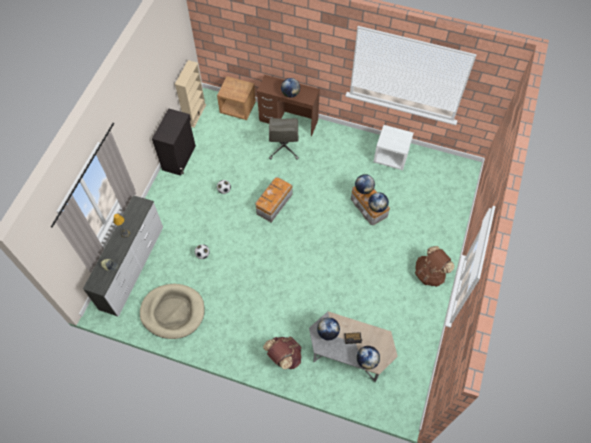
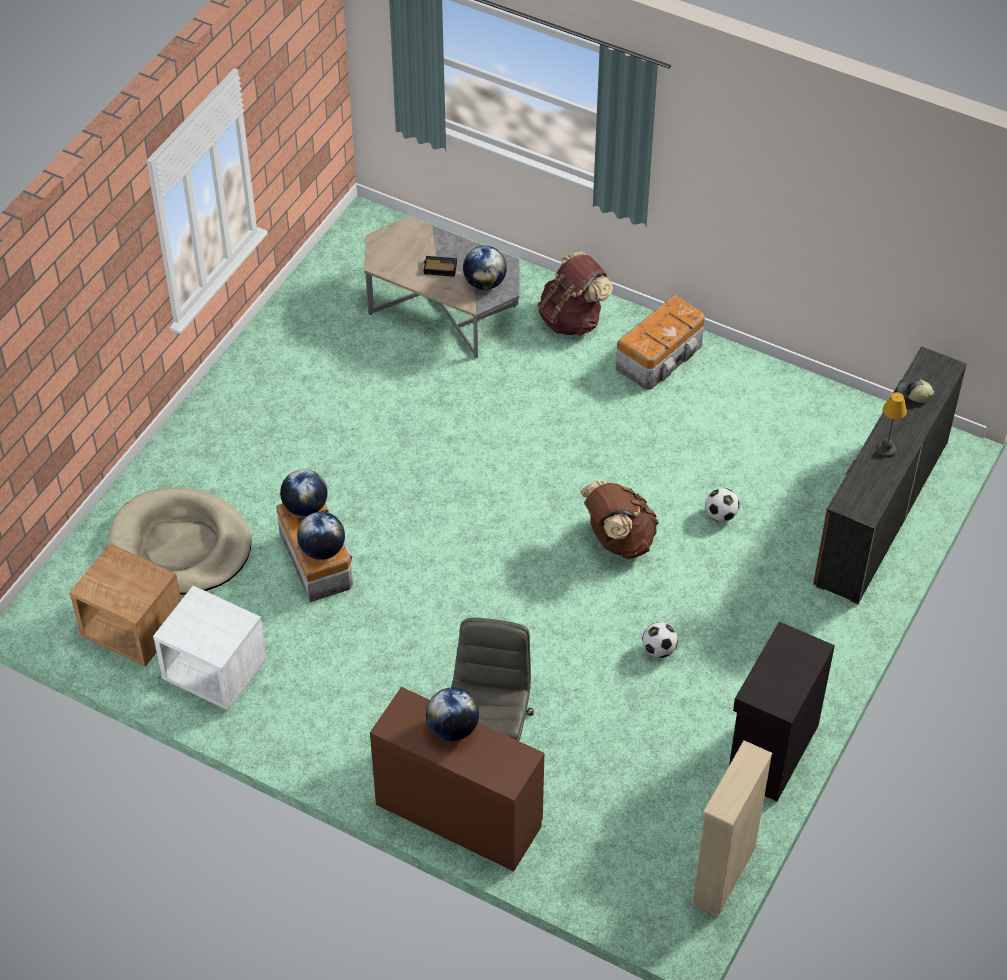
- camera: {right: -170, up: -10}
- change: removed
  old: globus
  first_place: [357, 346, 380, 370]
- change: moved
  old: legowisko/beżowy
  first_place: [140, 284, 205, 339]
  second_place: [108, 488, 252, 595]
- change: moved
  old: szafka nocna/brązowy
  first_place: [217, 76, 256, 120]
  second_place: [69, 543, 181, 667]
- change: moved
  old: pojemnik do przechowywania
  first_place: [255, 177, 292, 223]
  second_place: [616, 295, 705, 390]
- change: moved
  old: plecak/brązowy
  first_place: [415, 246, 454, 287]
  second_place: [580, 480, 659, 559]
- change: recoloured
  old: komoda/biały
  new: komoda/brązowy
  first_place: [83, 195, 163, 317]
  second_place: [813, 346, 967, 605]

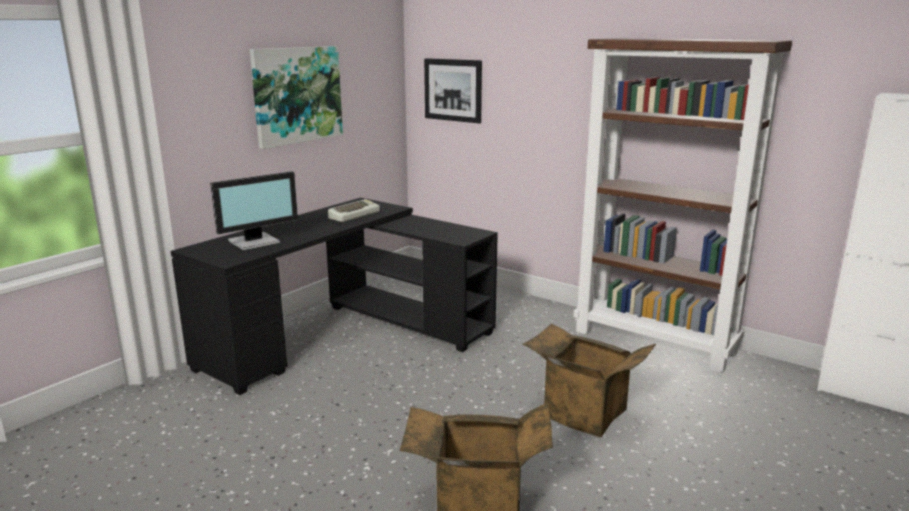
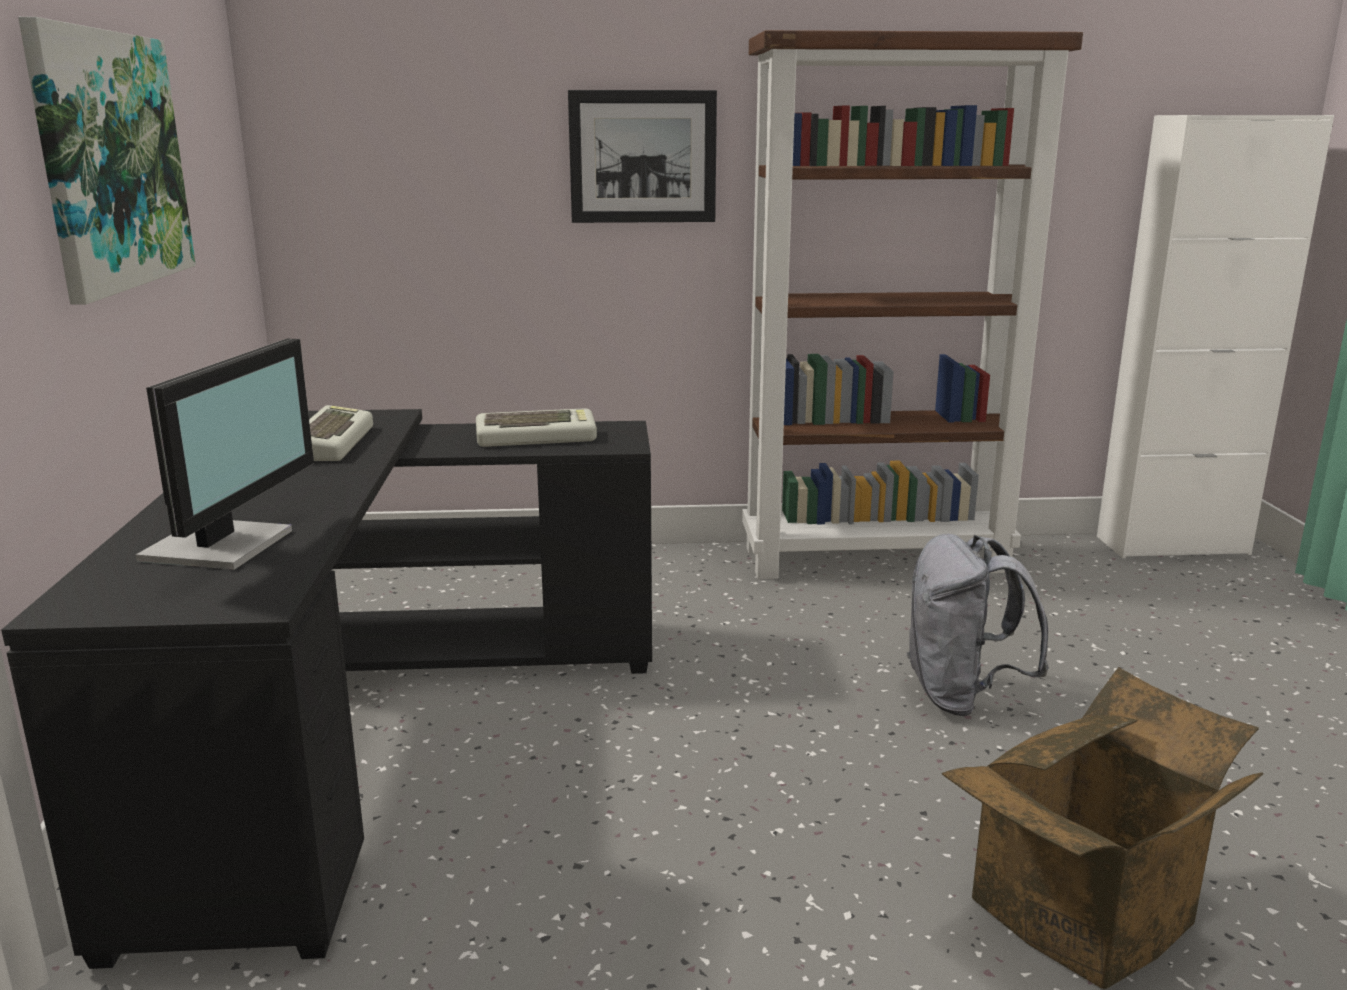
- camera: {right: -40, up: 0}
- change: added
  new: klawiatura
  second_place: [476, 408, 597, 447]
- change: moved
  old: obraz
  first_place: [424, 58, 482, 124]
  second_place: [568, 90, 717, 223]
- change: replaced
  old: karton
  new: plecak/szary
  first_place: [522, 324, 656, 437]
  second_place: [906, 534, 1049, 716]

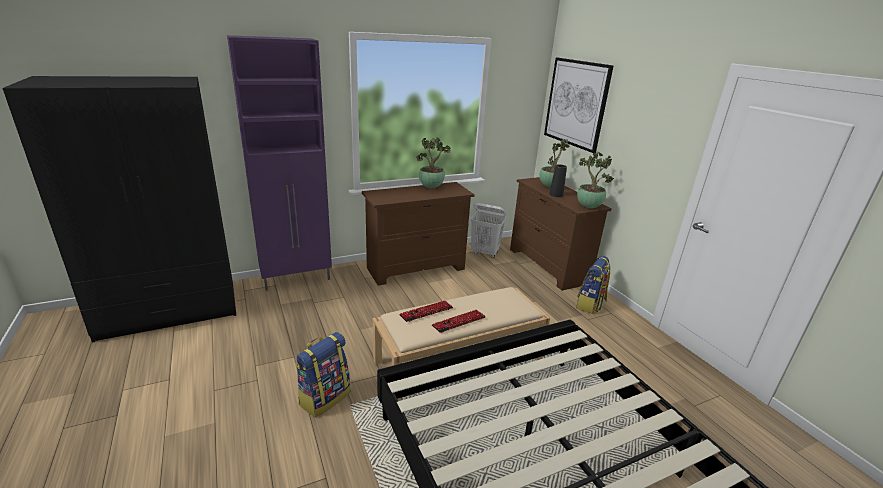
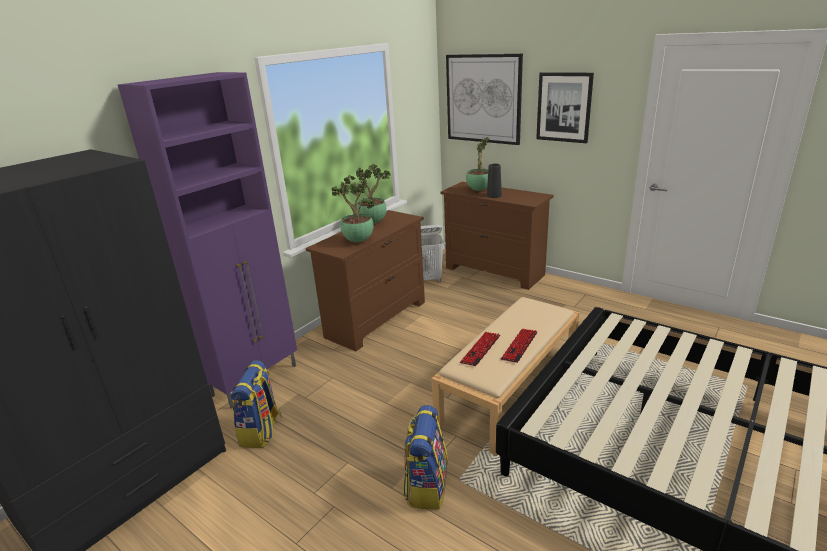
- camera: {right: -25, up: 0}
- change: added
  new: obraz
  second_place: [536, 72, 594, 143]
- change: moved
  old: plecak
  first_place: [576, 256, 610, 314]
  second_place: [231, 360, 282, 448]
- change: moved
  old: roślina doniczkowa
  first_place: [577, 152, 614, 208]
  second_place: [331, 175, 376, 242]

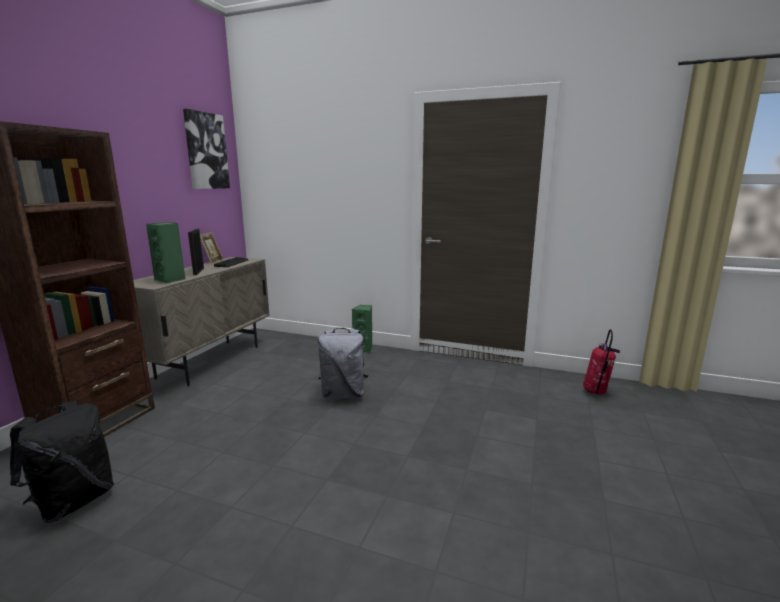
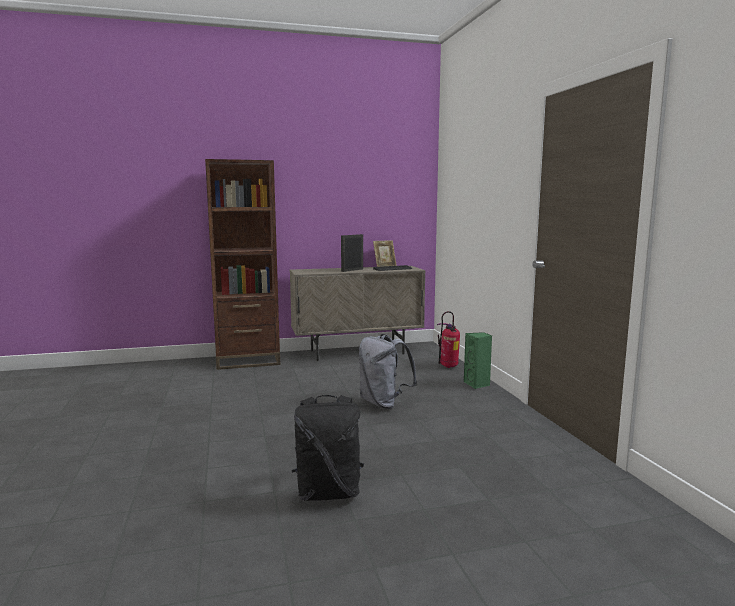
- camera: {right: 55, up: -5}
- change: removed
  old: głośnik/zielony
  first_place: [146, 222, 185, 283]
- change: removed
  old: obraz
  first_place: [183, 109, 230, 189]
- change: moved
  old: plecak/czarny
  first_place: [10, 401, 114, 523]
  second_place: [292, 395, 364, 501]
- change: moved
  old: gaśnica
  first_place: [583, 329, 620, 395]
  second_place: [437, 311, 460, 368]

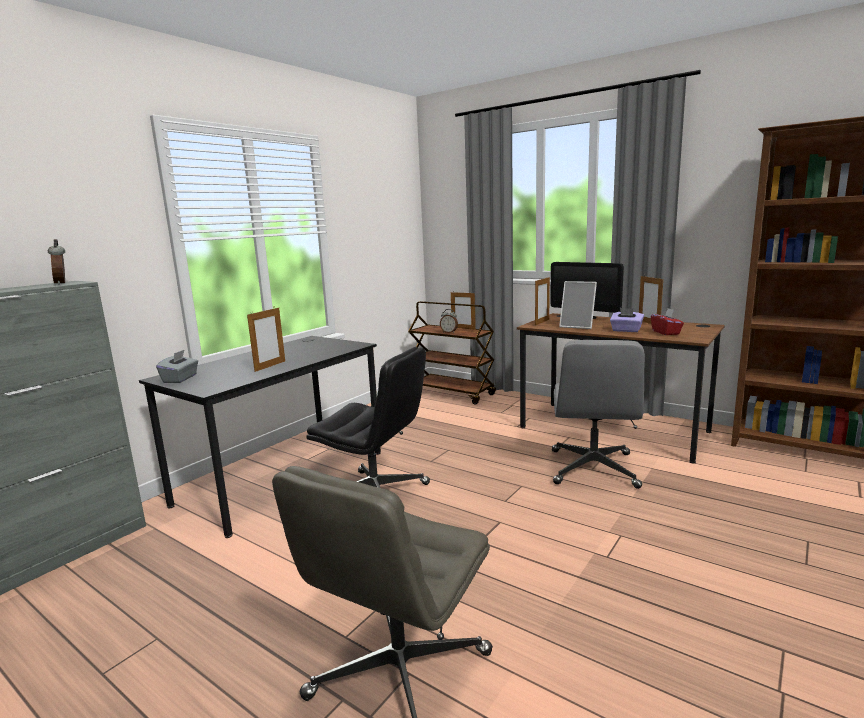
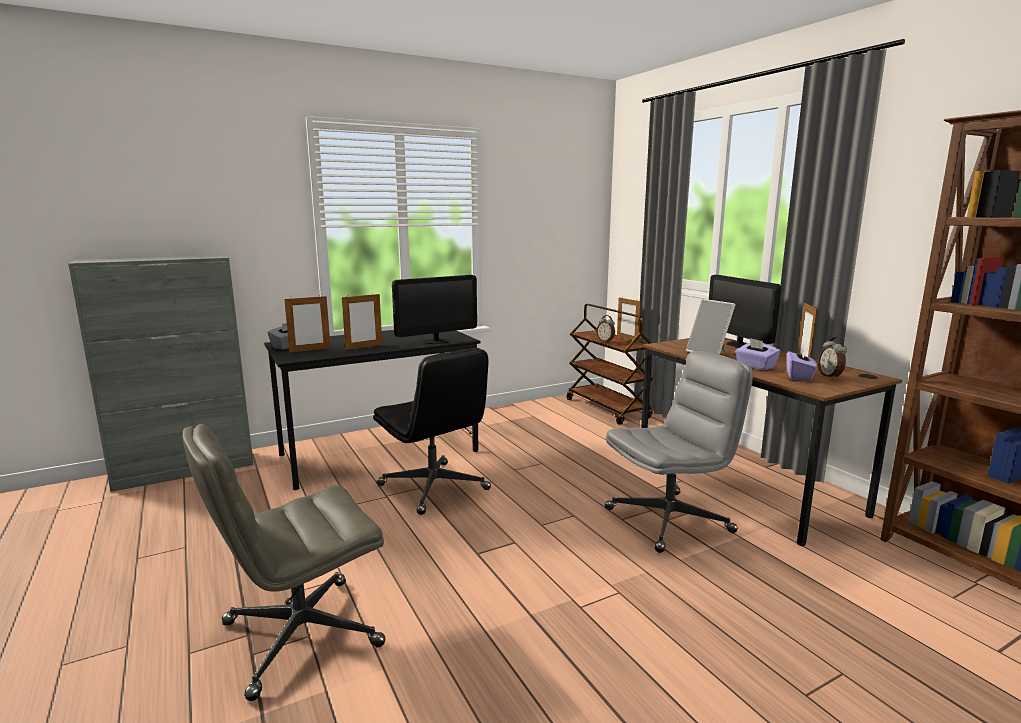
- camera: {right: 25, up: 0}
- change: added
  new: monitor
  second_place: [392, 275, 477, 344]
- change: moved
  old: budzik
  first_place: [48, 239, 65, 285]
  second_place: [818, 337, 847, 379]
- change: moved
  old: ramka na zdjęcie
  first_place: [535, 276, 550, 325]
  second_place: [284, 296, 331, 352]
- change: recoloured
  old: pudełko chusteczek/czerwony
  new: pudełko chusteczek/fioletowy
  first_place: [651, 308, 684, 335]
  second_place: [787, 347, 817, 381]
- change: turned
  old: krzesło biurowe/szary
  first_place: [552, 340, 645, 489]
  second_place: [605, 351, 753, 553]
  degrees: -150

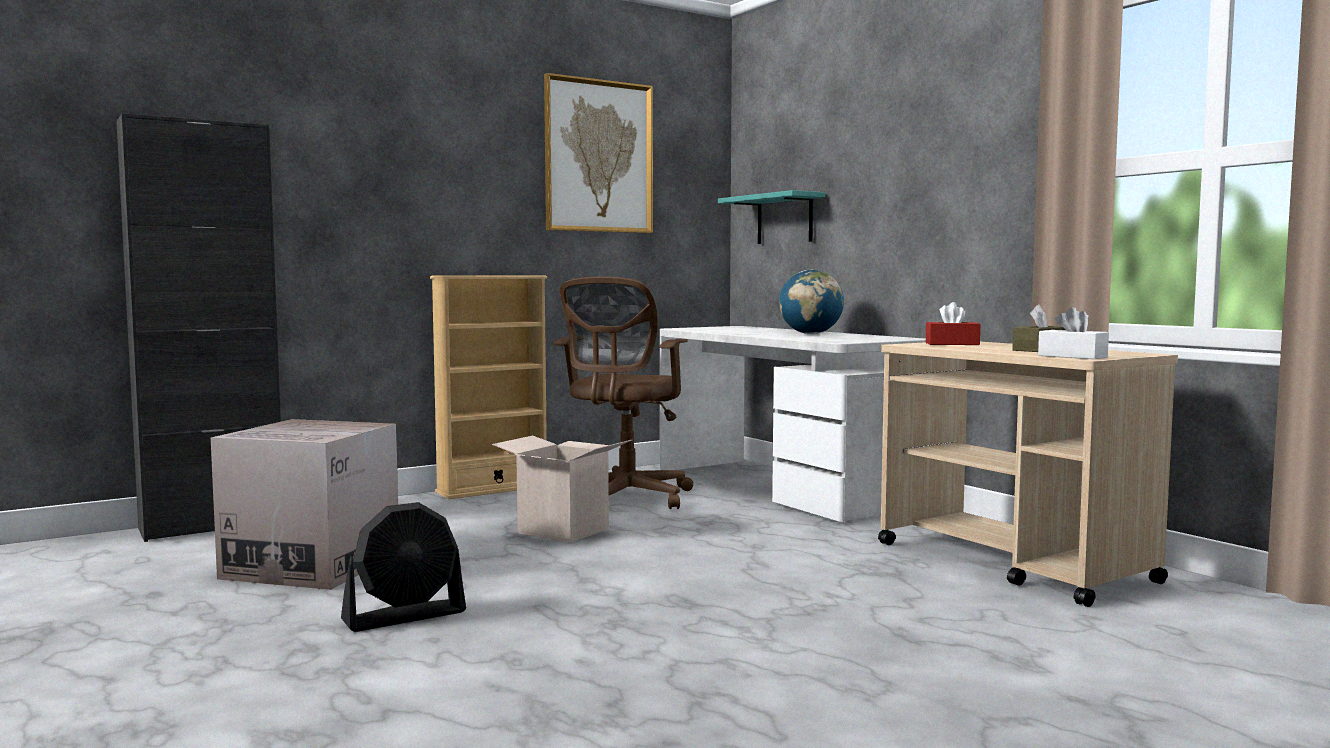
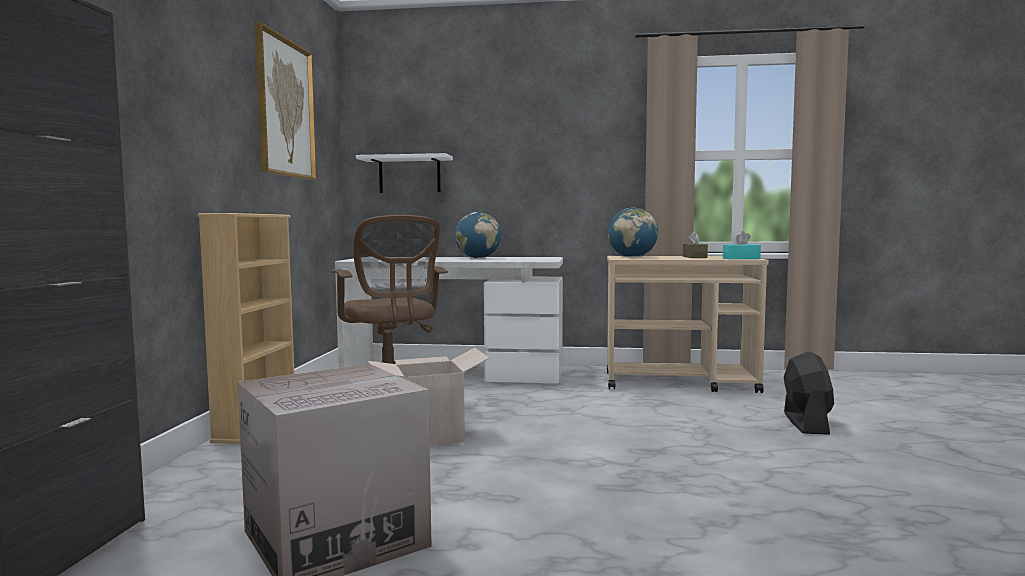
- camera: {right: -50, up: 0}
- change: moved
  old: wentylator/czarny
  first_place: [341, 502, 466, 632]
  second_place: [784, 351, 834, 435]
- change: replaced
  old: pudełko chusteczek/czerwony
  new: globus
  first_place: [926, 302, 981, 345]
  second_place: [608, 208, 658, 257]
- change: recoloured
  old: półka/turkusowy
  new: półka/biały
  first_place: [718, 190, 825, 244]
  second_place: [356, 153, 453, 193]
- change: recoloured
  old: pudełko chusteczek/biały
  new: pudełko chusteczek/turkusowy
  first_place: [1038, 307, 1109, 359]
  second_place: [723, 231, 761, 259]

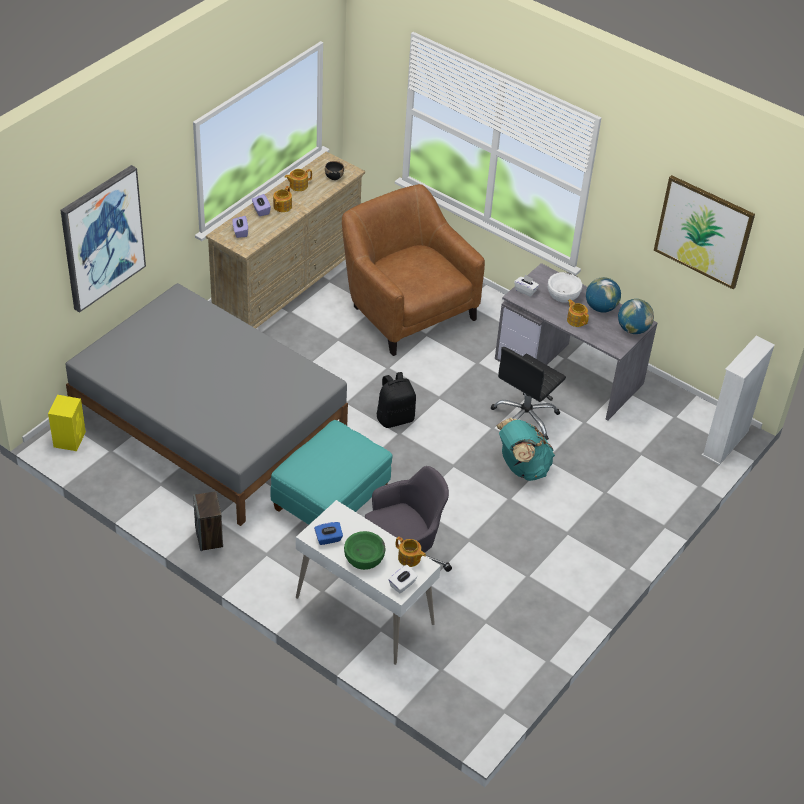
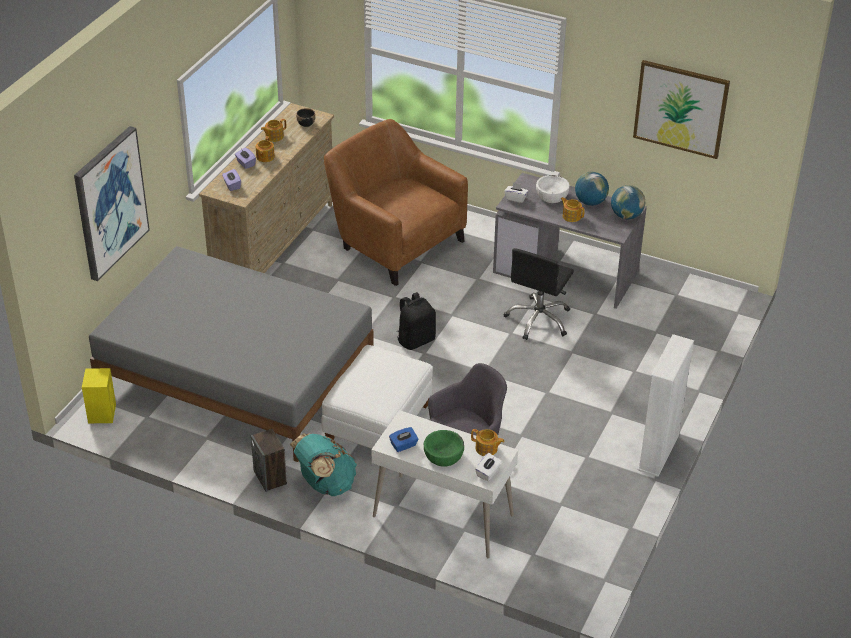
- camera: {right: -10, up: -5}
- change: moved
  old: plecak/turkusowy
  first_place: [496, 418, 555, 481]
  second_place: [290, 433, 357, 496]
- change: moved
  old: regał/biały
  first_place: [701, 336, 775, 465]
  second_place: [638, 334, 694, 477]
- change: recoloured
  old: pufa/turkusowy
  new: pufa/biały
  first_place: [270, 420, 392, 525]
  second_place: [321, 345, 433, 449]

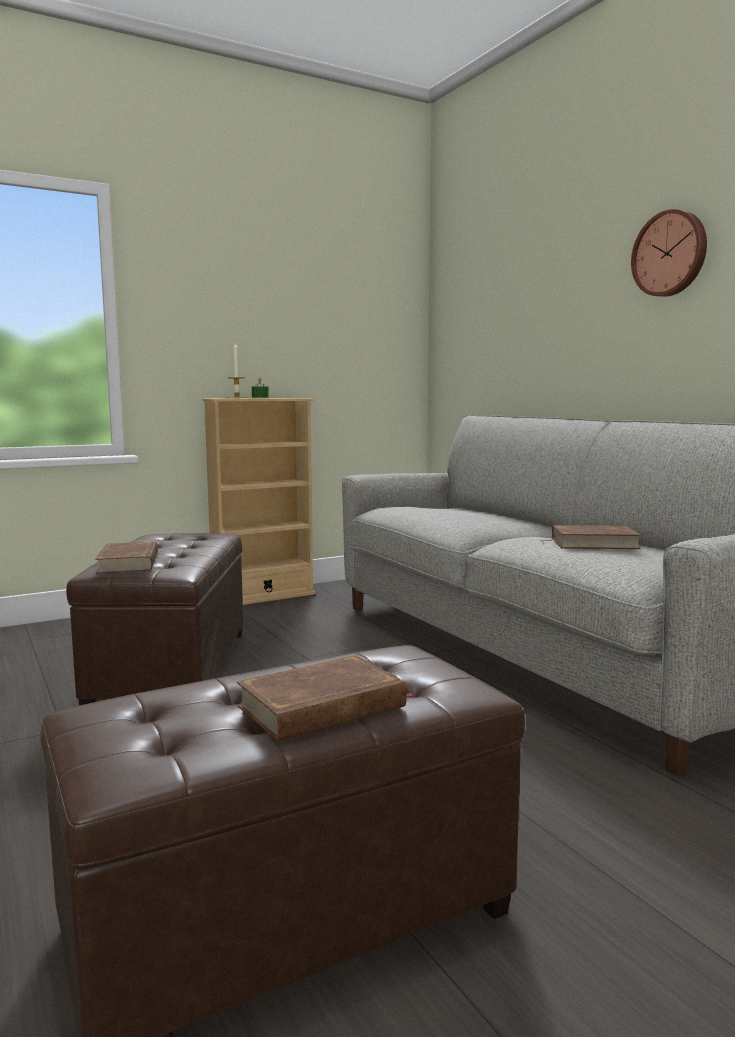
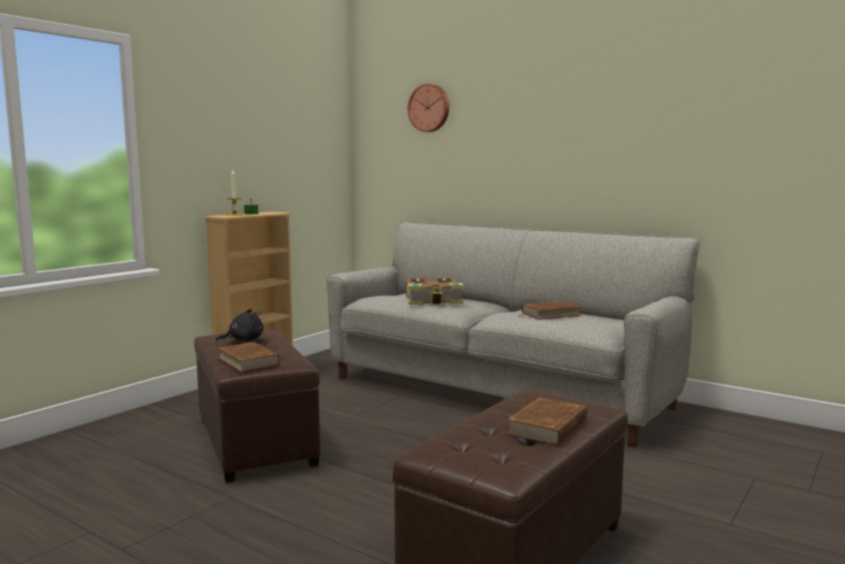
- camera: {right: -25, up: 0}
- change: added
  new: pluszak/czarny
  second_place: [216, 309, 263, 342]
- change: added
  new: książka
  second_place: [406, 277, 464, 305]
- change: moved
  old: zegar ścienny
  first_place: [631, 209, 707, 297]
  second_place: [408, 84, 449, 132]

